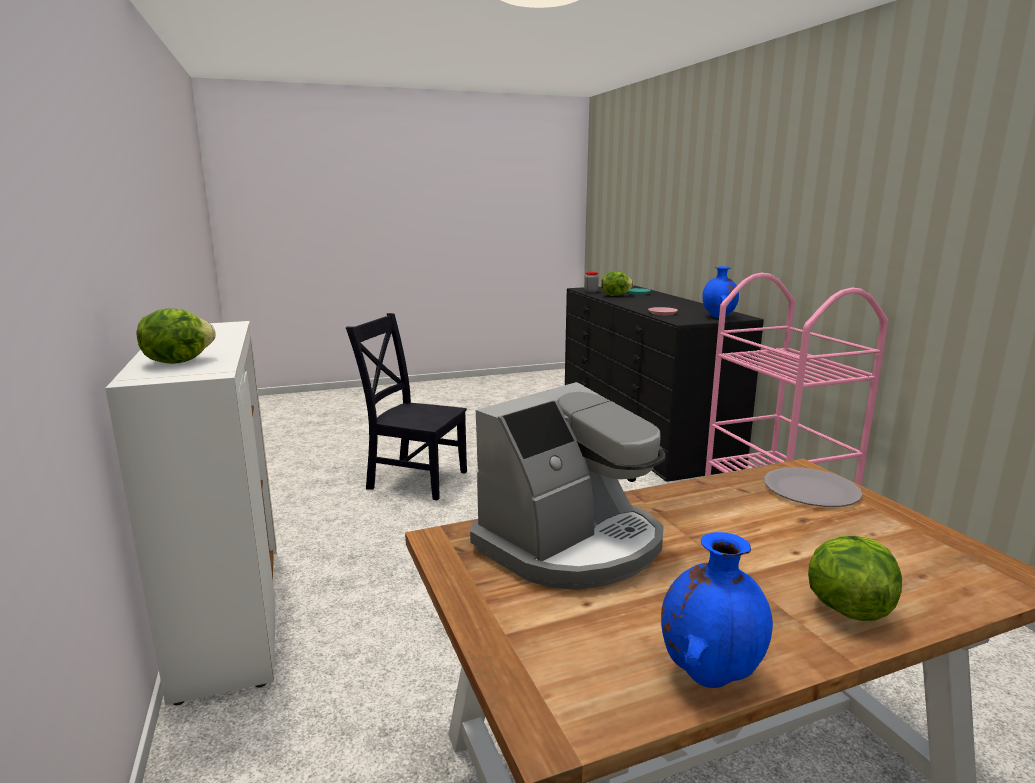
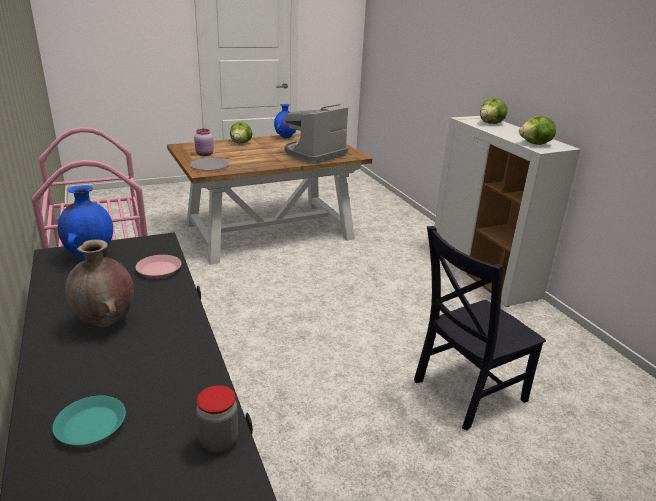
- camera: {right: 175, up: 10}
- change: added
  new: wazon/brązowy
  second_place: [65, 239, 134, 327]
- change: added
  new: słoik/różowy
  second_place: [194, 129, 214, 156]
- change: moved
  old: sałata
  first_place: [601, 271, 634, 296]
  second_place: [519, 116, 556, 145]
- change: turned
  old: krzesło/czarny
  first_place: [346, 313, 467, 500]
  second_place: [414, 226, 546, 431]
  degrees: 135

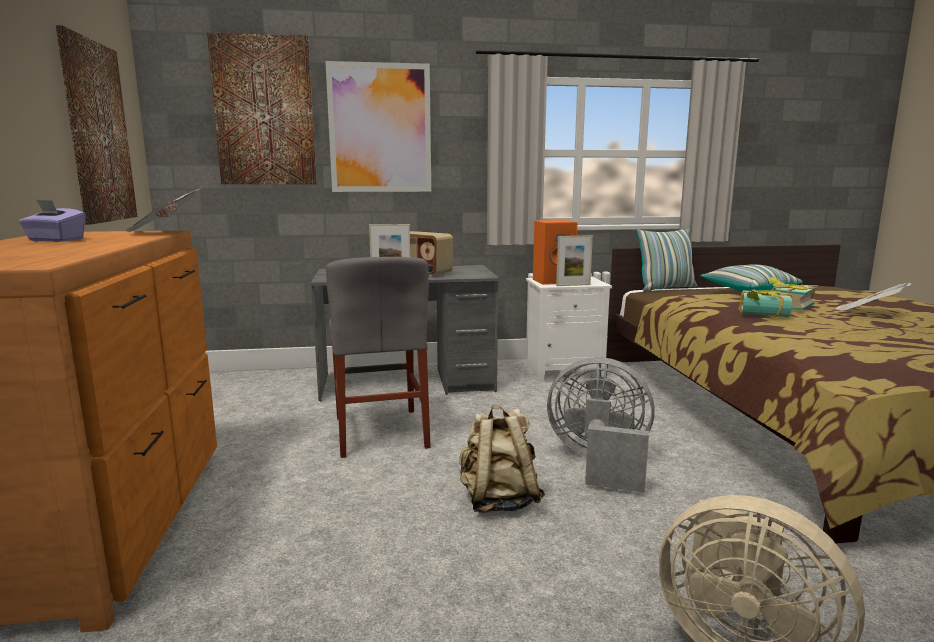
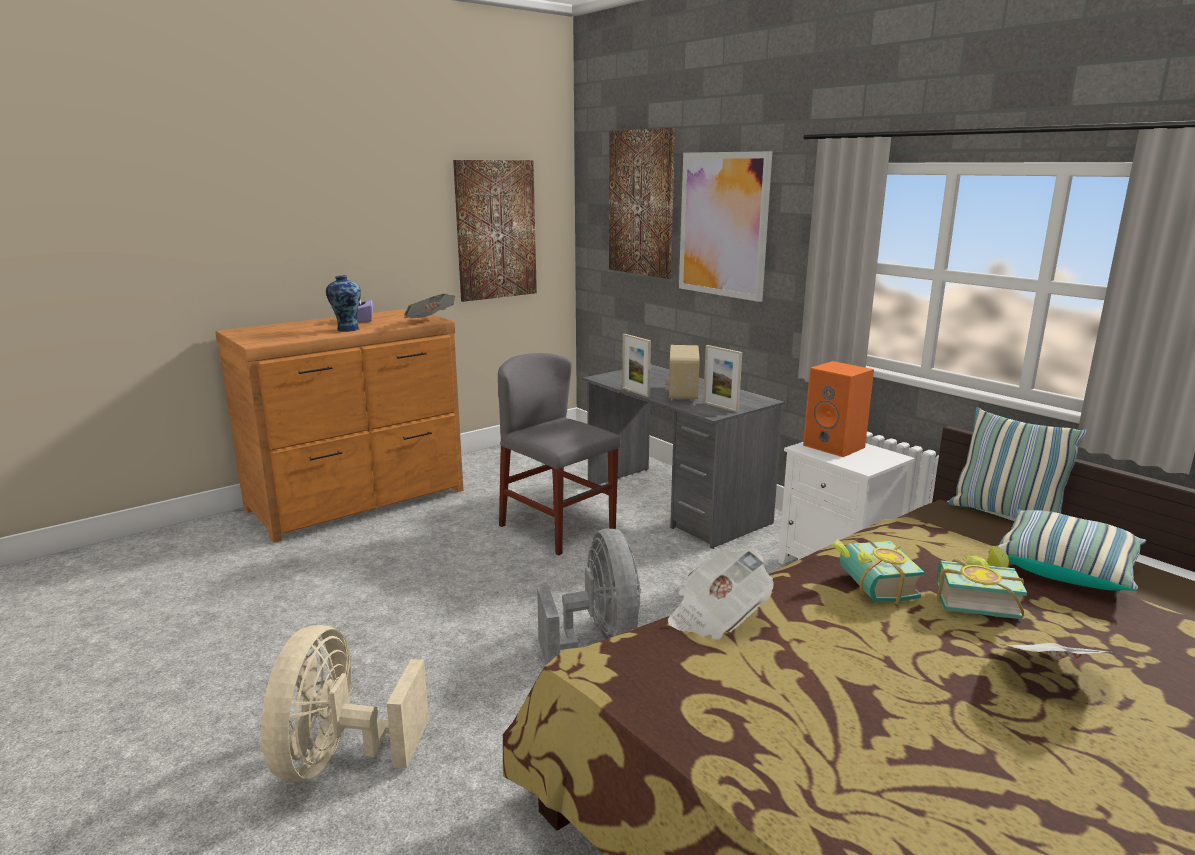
- camera: {right: 60, up: 5}
- change: removed
  old: plecak/beżowy
  first_place: [459, 406, 545, 513]
- change: added
  new: wazon
  second_place: [326, 275, 361, 332]
- change: added
  new: gazeta
  second_place: [668, 550, 774, 640]
- change: moved
  old: ramka na zdjęcie
  first_place: [556, 235, 593, 286]
  second_place: [703, 345, 742, 412]
- change: turned
  old: krzesło/szary
  first_place: [326, 257, 431, 458]
  second_place: [498, 353, 620, 555]
  degrees: 90

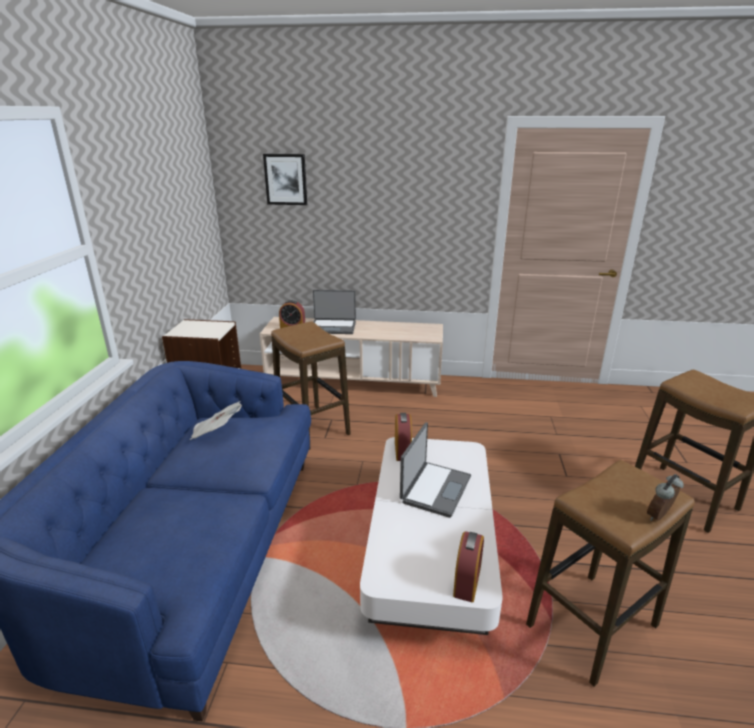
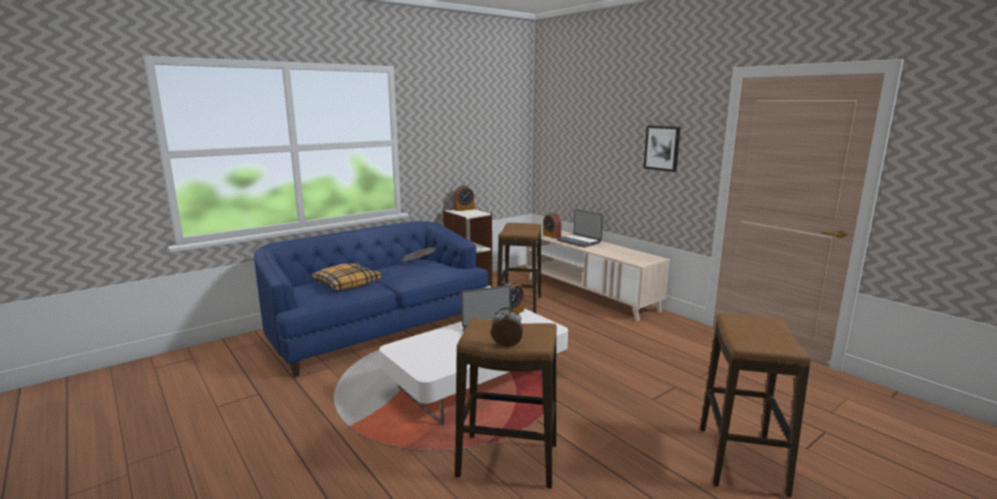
- camera: {right: 45, up: -10}
- change: added
  new: poduszka
  second_place: [312, 263, 381, 290]
- change: moved
  old: obraz
  first_place: [263, 154, 307, 205]
  second_place: [644, 126, 680, 172]
- change: moved
  old: budzik
  first_place: [453, 531, 484, 602]
  second_place: [454, 185, 474, 211]

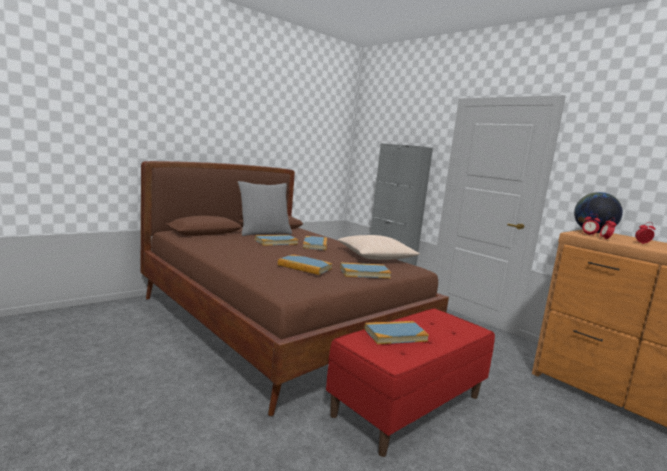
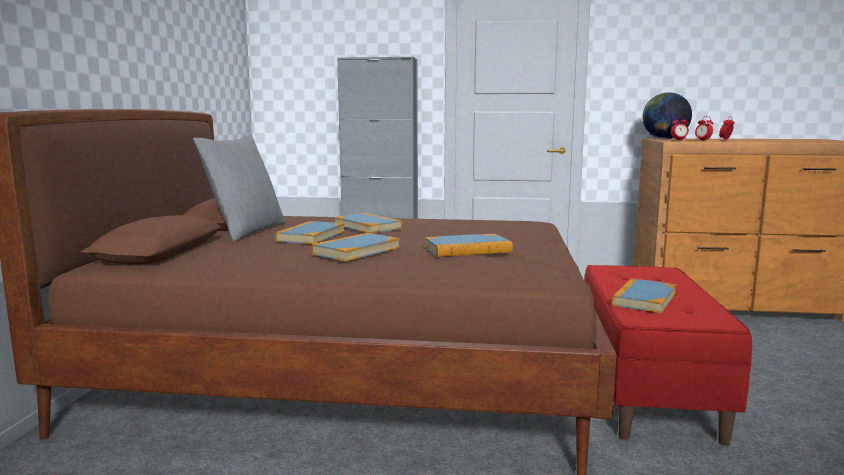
- camera: {right: -40, up: 0}
- change: removed
  old: poduszka/beżowy
  first_place: [338, 235, 420, 260]
- change: moved
  old: książka
  first_place: [340, 263, 391, 278]
  second_place: [312, 233, 400, 261]

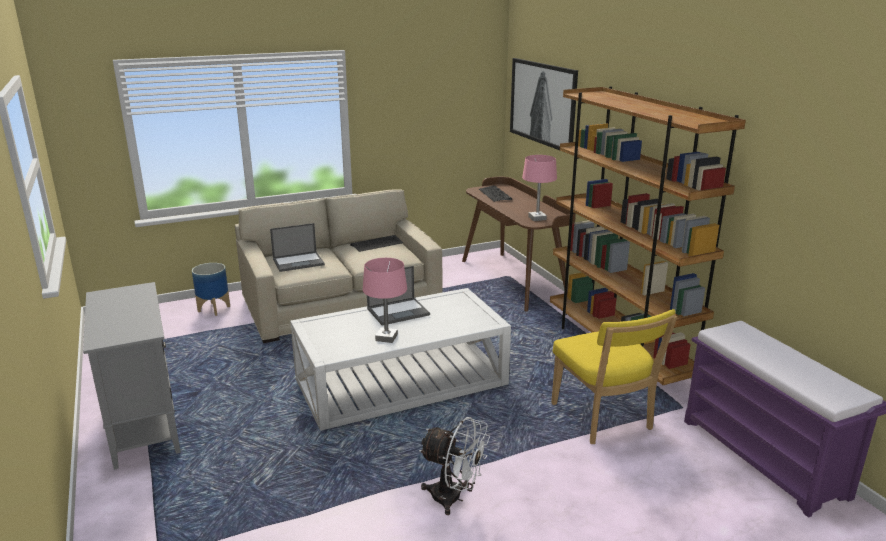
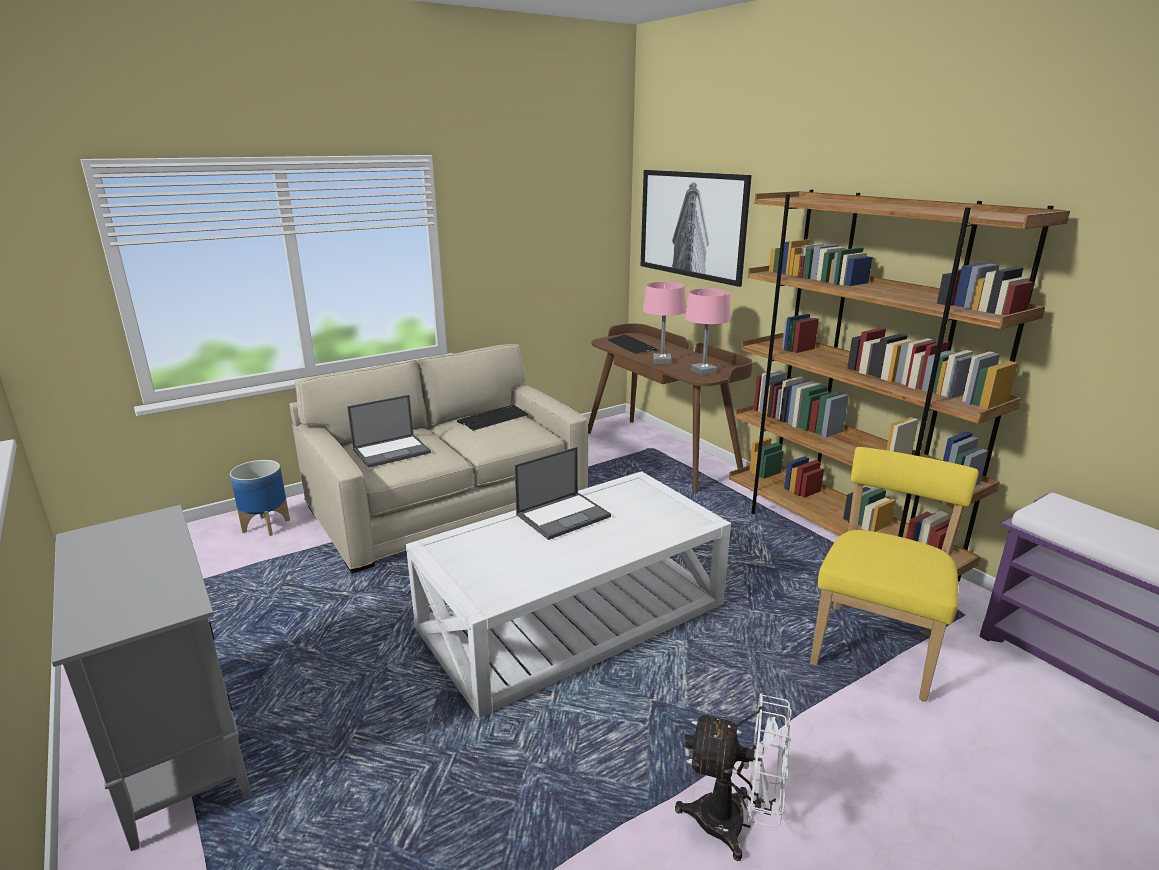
- camera: {right: -10, up: 0}
- change: moved
  old: lampa stołowa/różowy
  first_place: [363, 258, 407, 343]
  second_place: [643, 282, 686, 364]
- change: turned
  old: krzesło/żółty
  first_place: [551, 309, 677, 444]
  second_place: [810, 447, 978, 702]
  degrees: -120

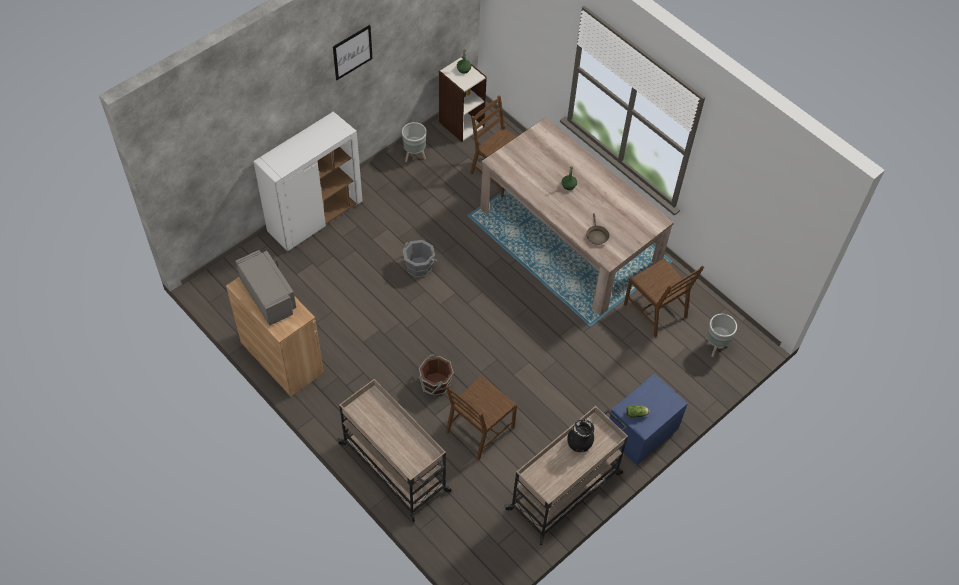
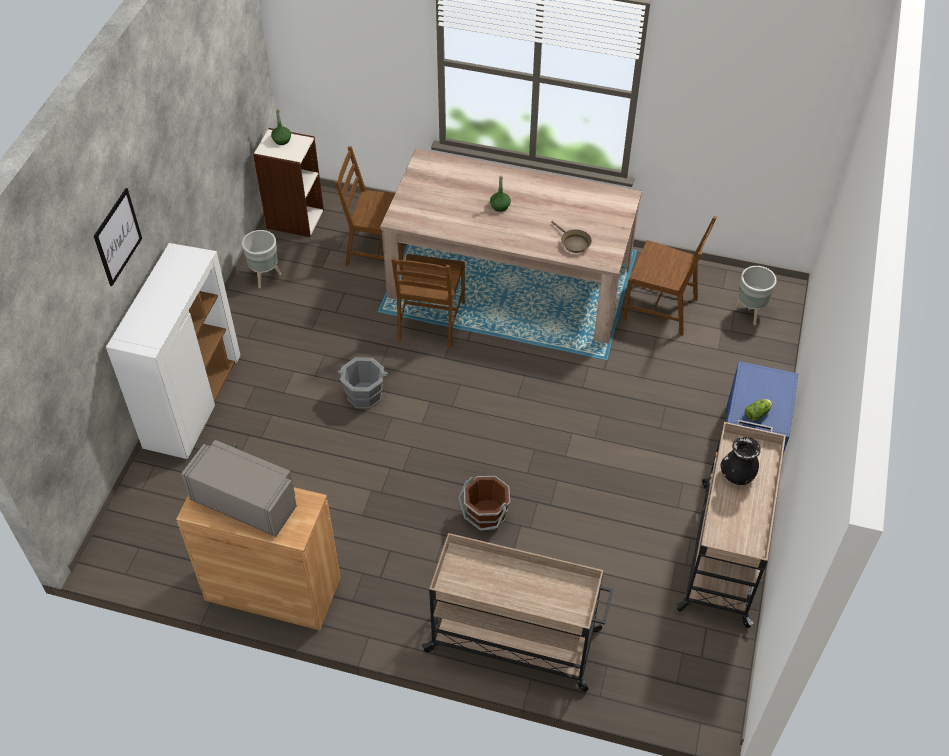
- camera: {right: -30, up: -5}
- change: moved
  old: obraz
  first_place: [333, 25, 373, 80]
  second_place: [94, 188, 142, 286]
- change: moved
  old: krzesło/brązowy
  first_place: [446, 375, 517, 460]
  second_place: [391, 254, 465, 348]

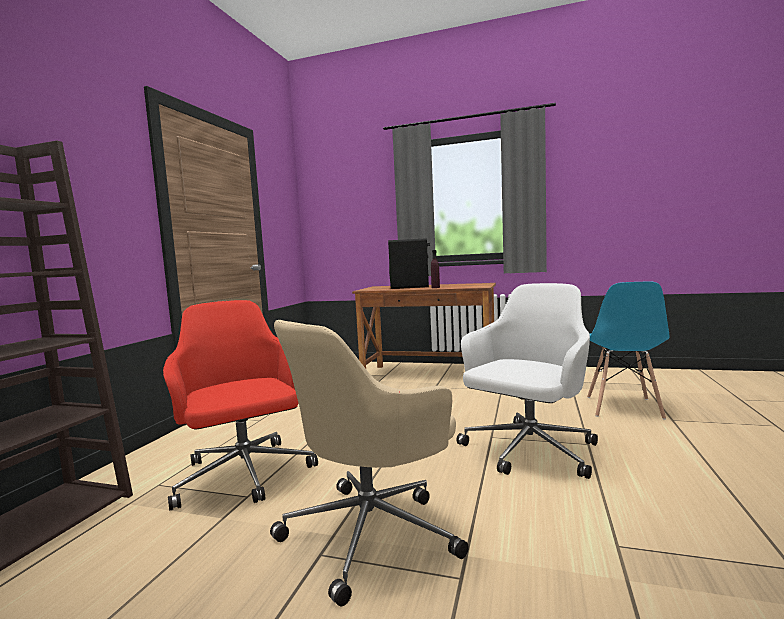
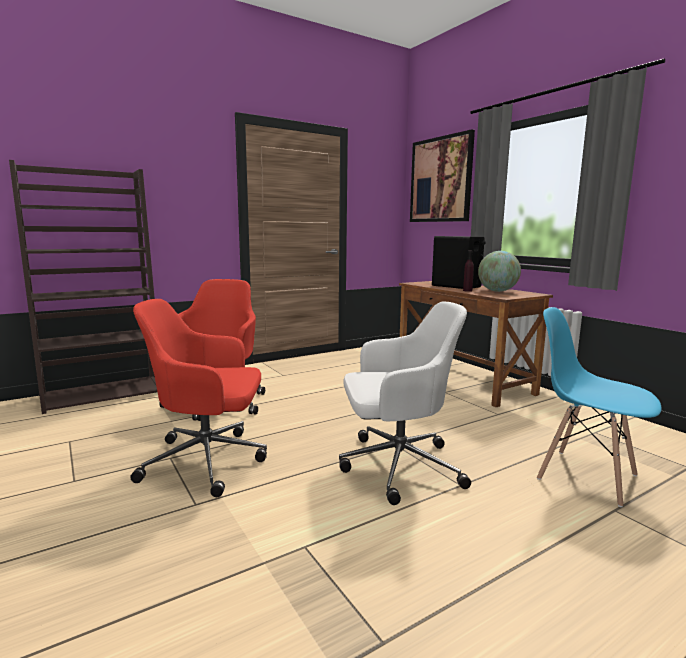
- camera: {right: 40, up: 5}
- change: added
  new: obraz
  second_place: [410, 129, 475, 222]
- change: added
  new: globus
  second_place: [478, 251, 521, 292]
- change: recoloured
  old: krzesło biurowe/beżowy
  new: krzesło biurowe/czerwony
  first_place: [270, 320, 469, 607]
  second_place: [130, 299, 267, 497]
- change: turned
  old: krzesło/niebieski
  first_place: [587, 281, 670, 420]
  second_place: [537, 307, 662, 507]
  degrees: 75

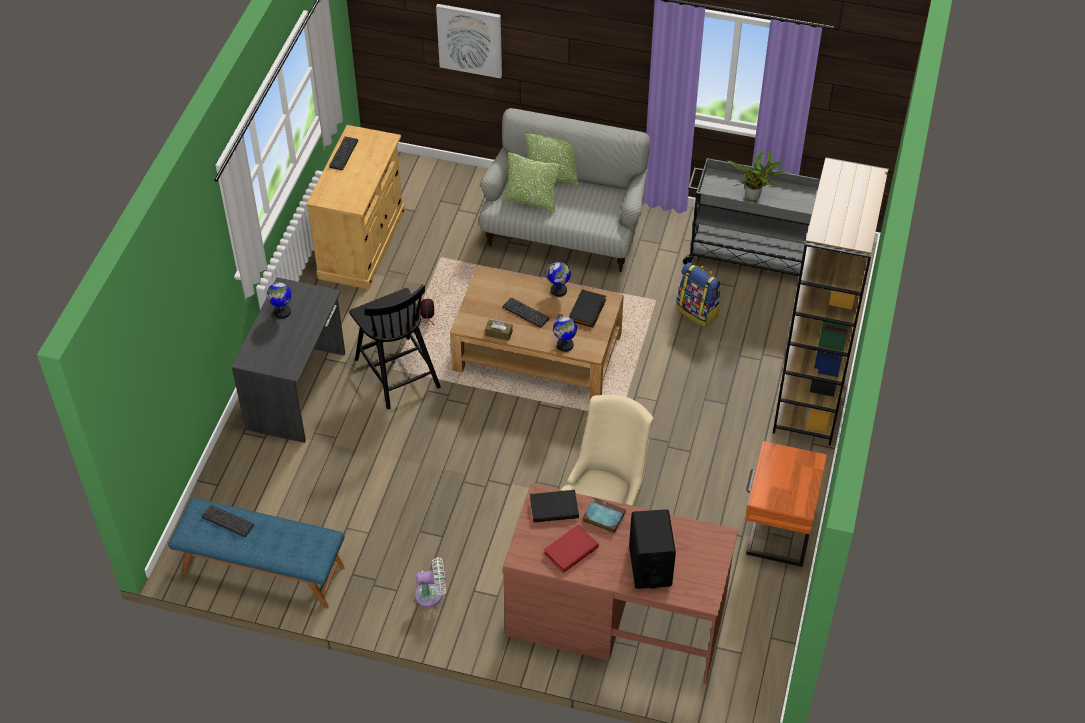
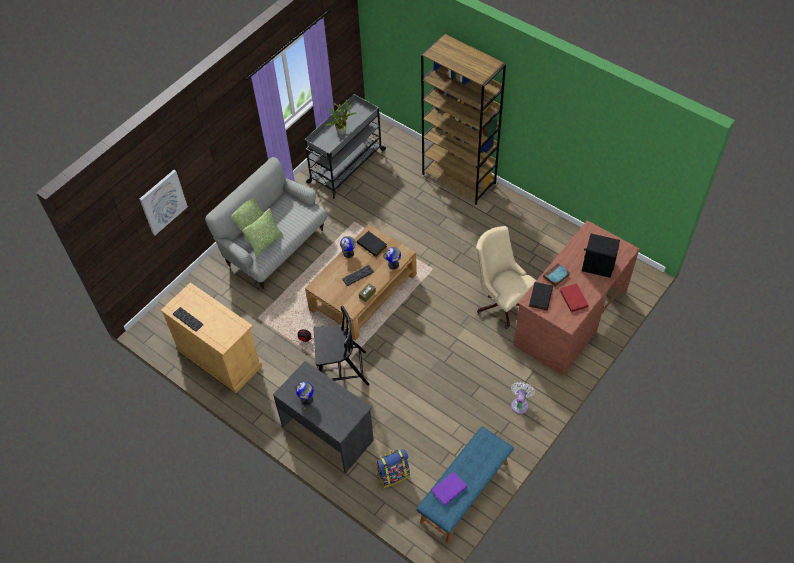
- camera: {right: -65, up: 5}
- change: removed
  old: szafka nocna/pomarańczowy
  first_place: [745, 441, 827, 567]
- change: moved
  old: plecak
  first_place: [676, 262, 721, 327]
  second_place: [376, 449, 410, 488]
- change: replaced
  old: klawiatura
  new: książka/fioletowy
  first_place: [202, 505, 254, 537]
  second_place: [431, 472, 468, 506]

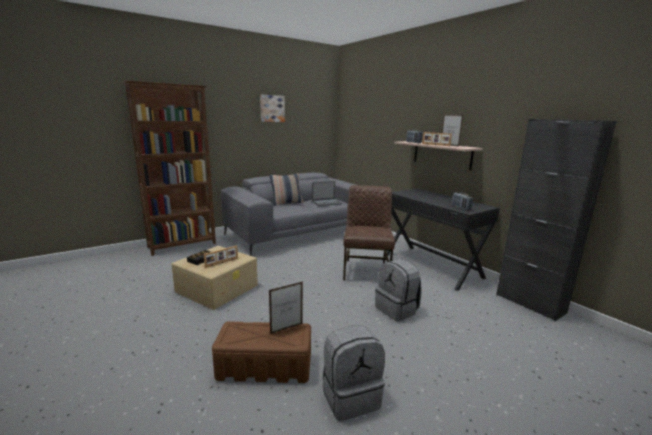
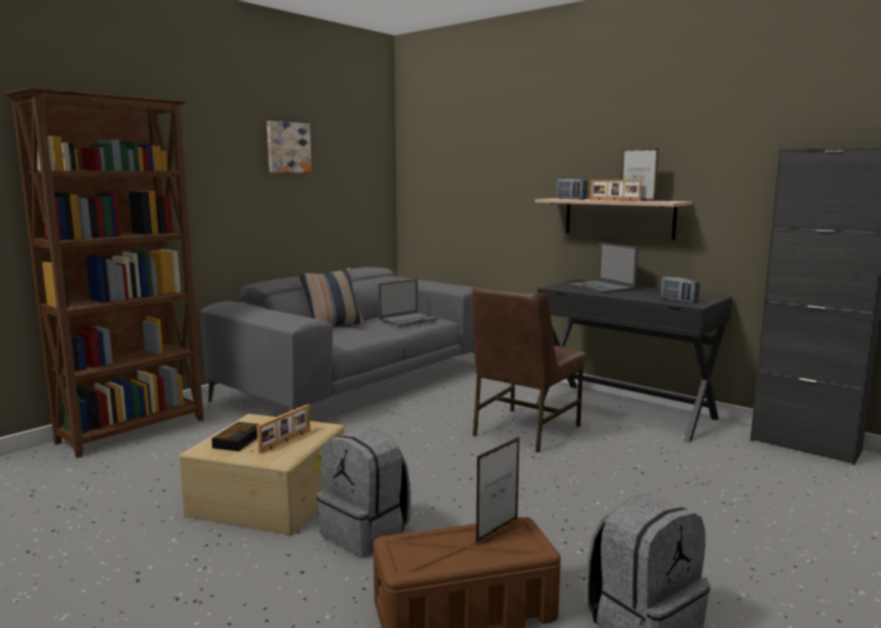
- camera: {right: -15, up: -5}
- change: added
  new: laptop
  second_place: [569, 242, 638, 293]
- change: moved
  old: plecak/szary
  first_place: [375, 259, 422, 321]
  second_place: [317, 427, 411, 557]
- change: turned
  old: krzesło/brązowy
  first_place: [343, 185, 395, 280]
  second_place: [472, 287, 586, 453]
  degrees: -135

